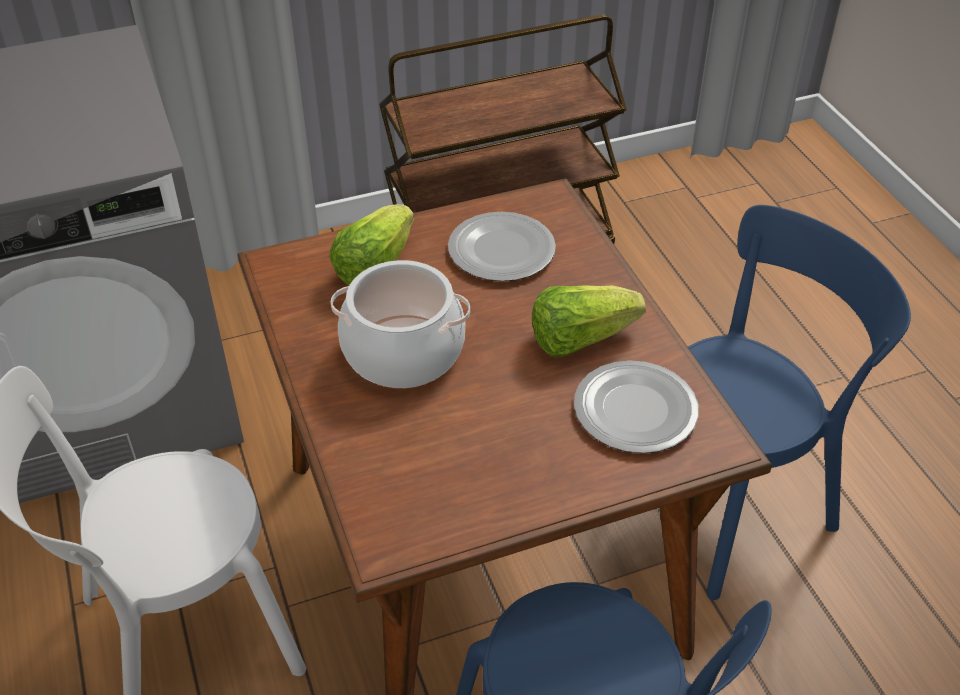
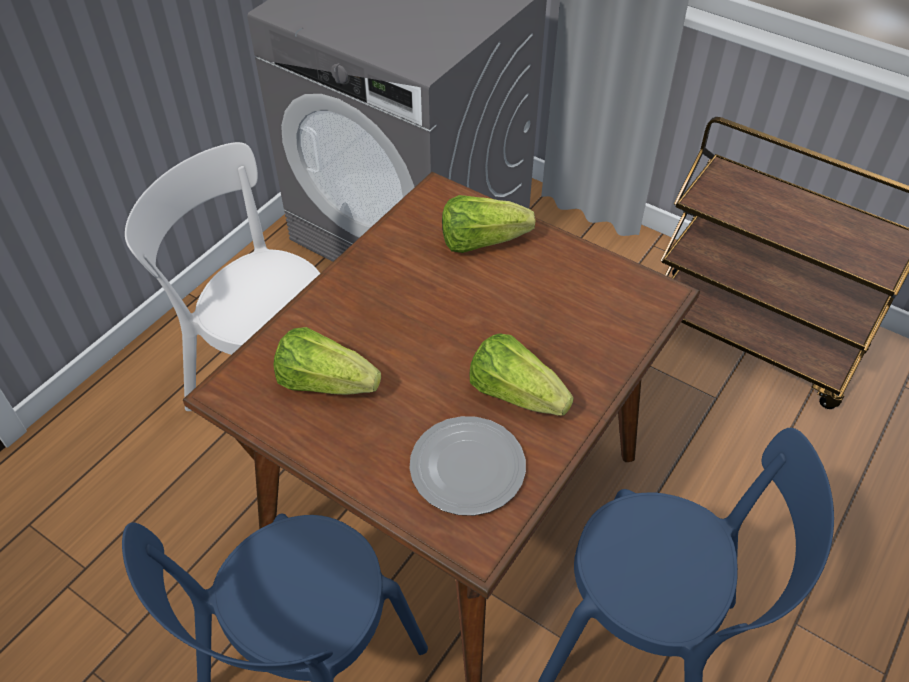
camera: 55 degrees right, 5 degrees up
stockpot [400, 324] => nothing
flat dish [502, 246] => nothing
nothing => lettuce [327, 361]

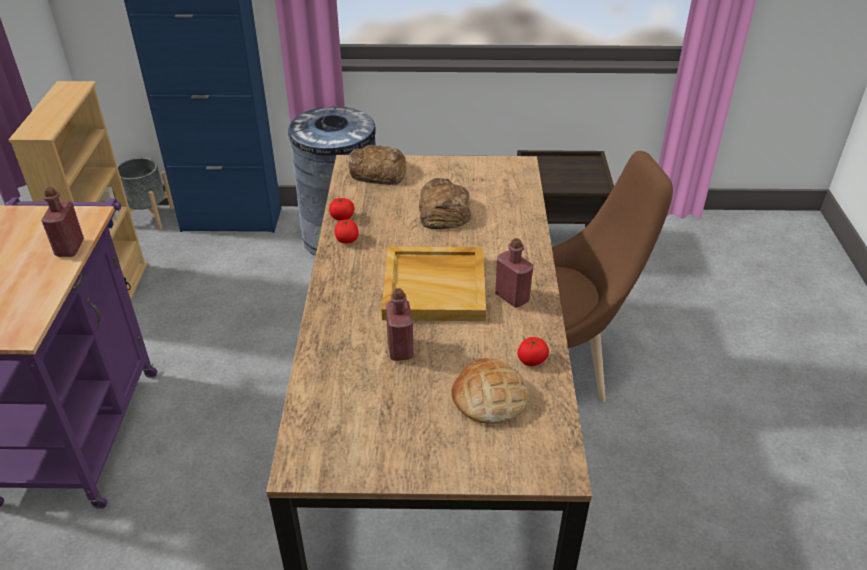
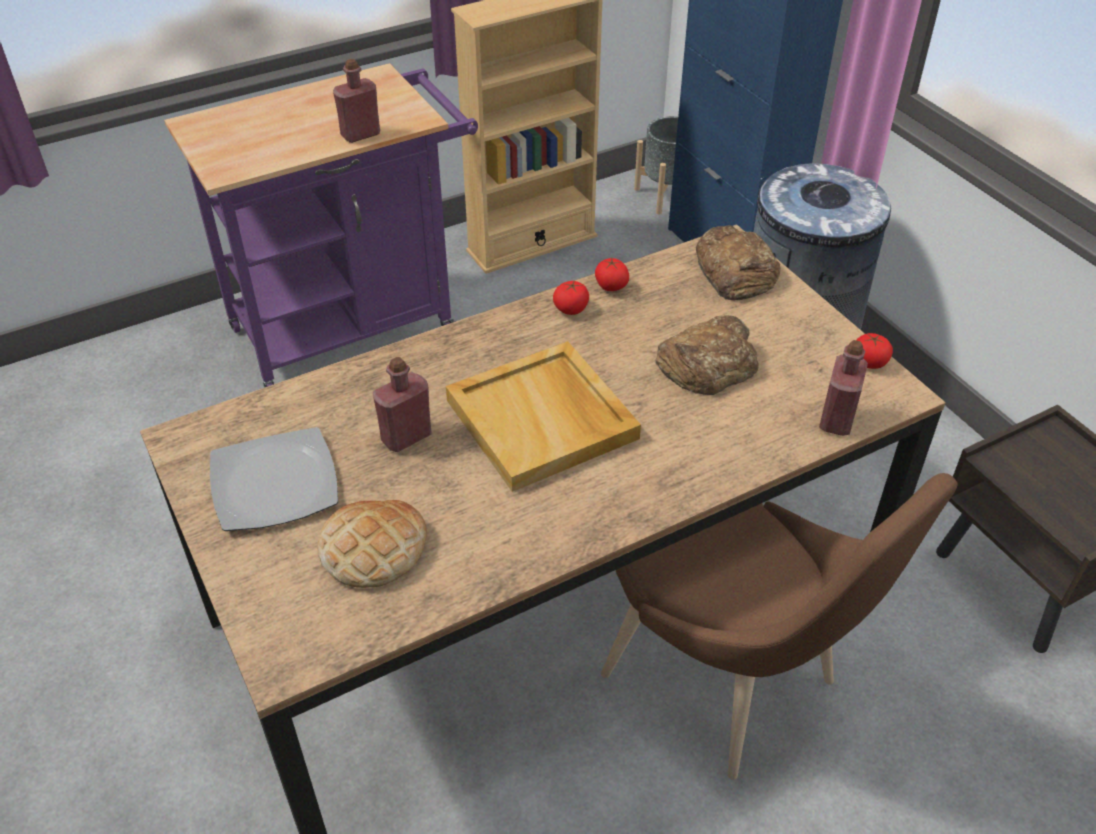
camera: 60 degrees right, 5 degrees up
bottle (red) [514, 273] => bottle (red) [843, 388], moved
fresh tomato [533, 351] => fresh tomato [875, 351], moved
nothing => flat dish [274, 479]

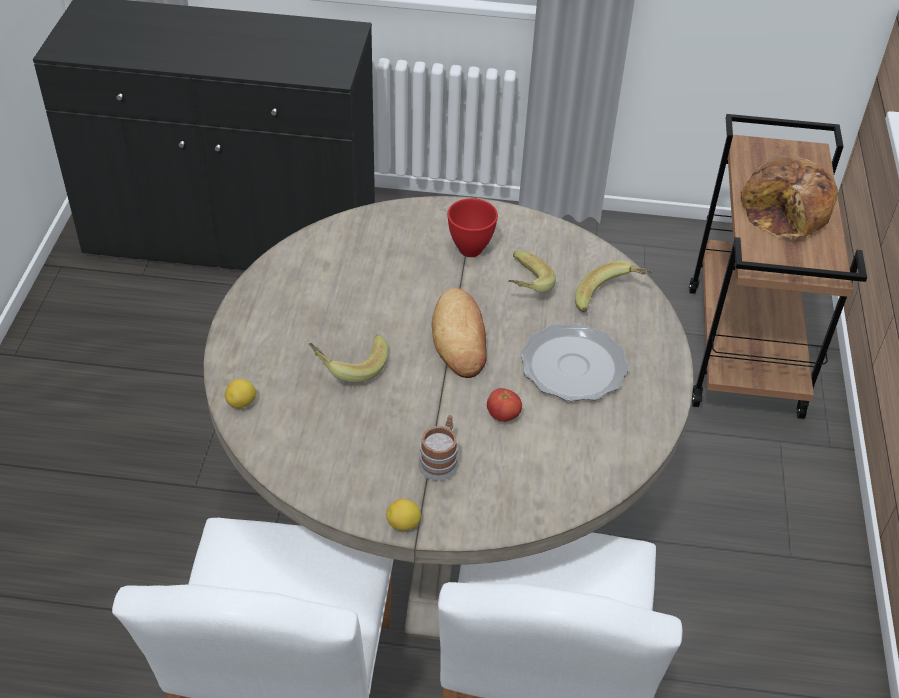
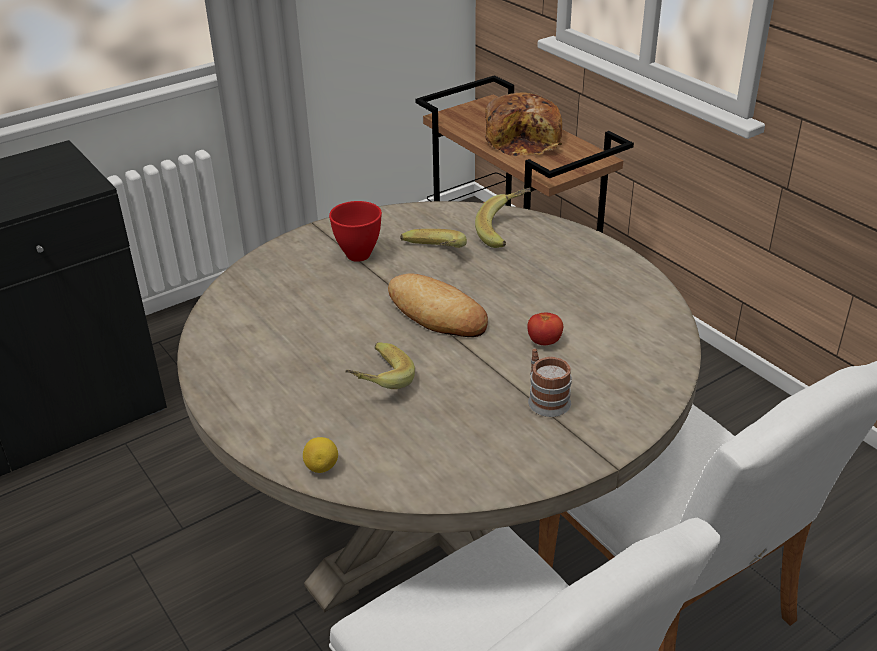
camera: 40 degrees left, 10 degrees down
whole lemon [403, 515] => nothing
flat dish [574, 362] => nothing

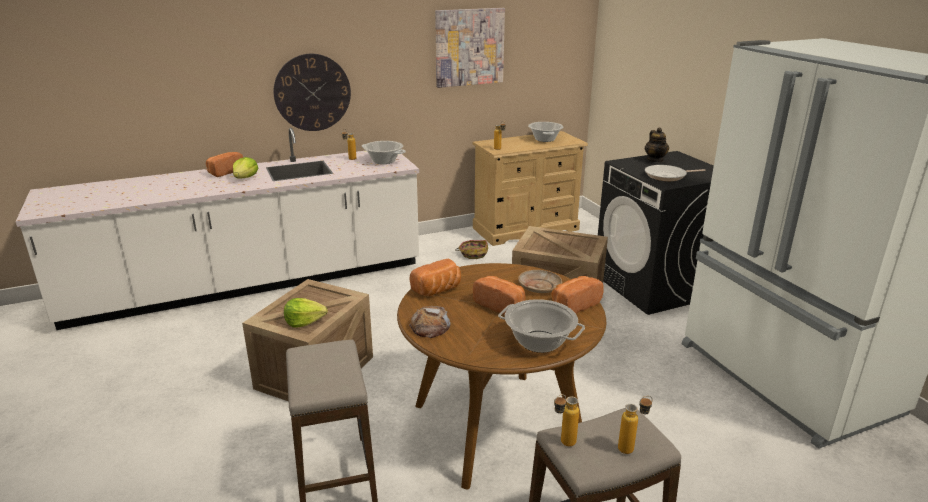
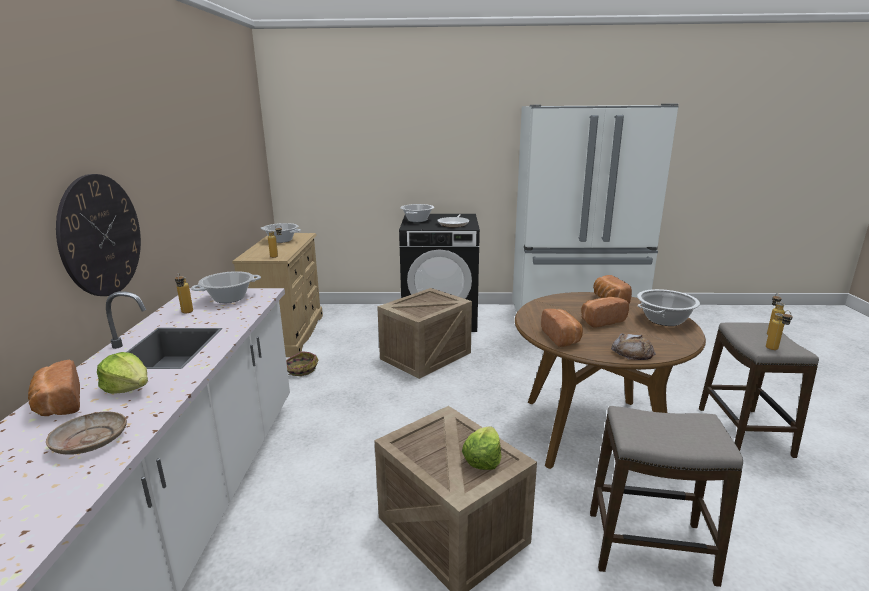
camera: 65 degrees left, 5 degrees down
picture [470, 48] => nothing
flat dish (beige) [540, 281] => flat dish (beige) [86, 433], moved
pot for tea [656, 145] => stockpot [417, 213]

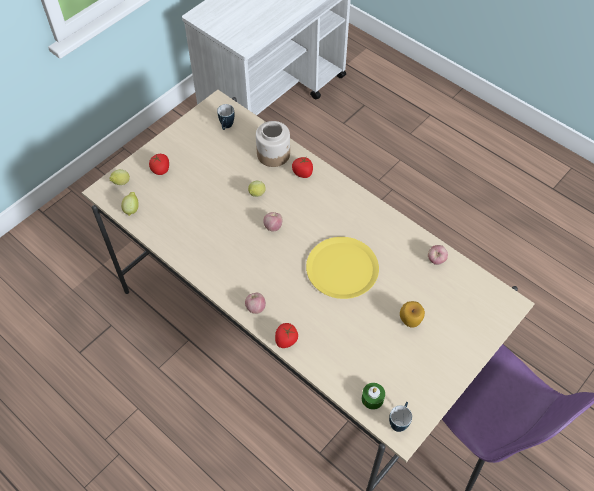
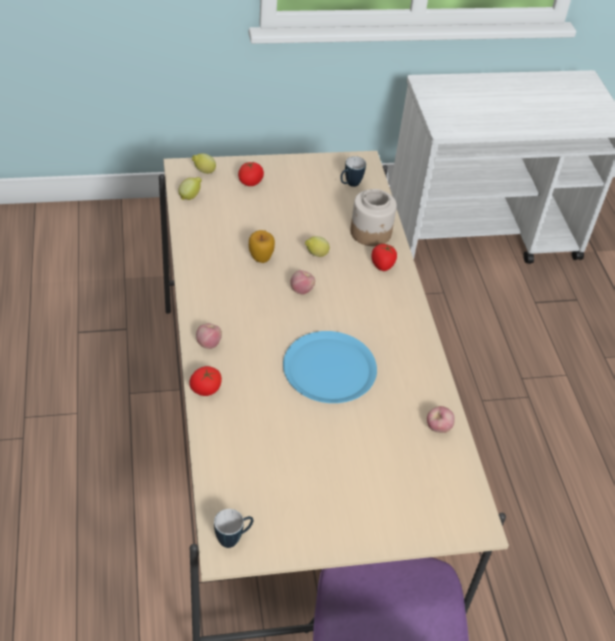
camera: 35 degrees right, 10 degrees down
flat dish (yellowish) [342, 268] => flat dish (blue-coloured) [330, 367]
wax candle (green) [373, 396] => nothing
apple [412, 314] => apple [262, 246], moved

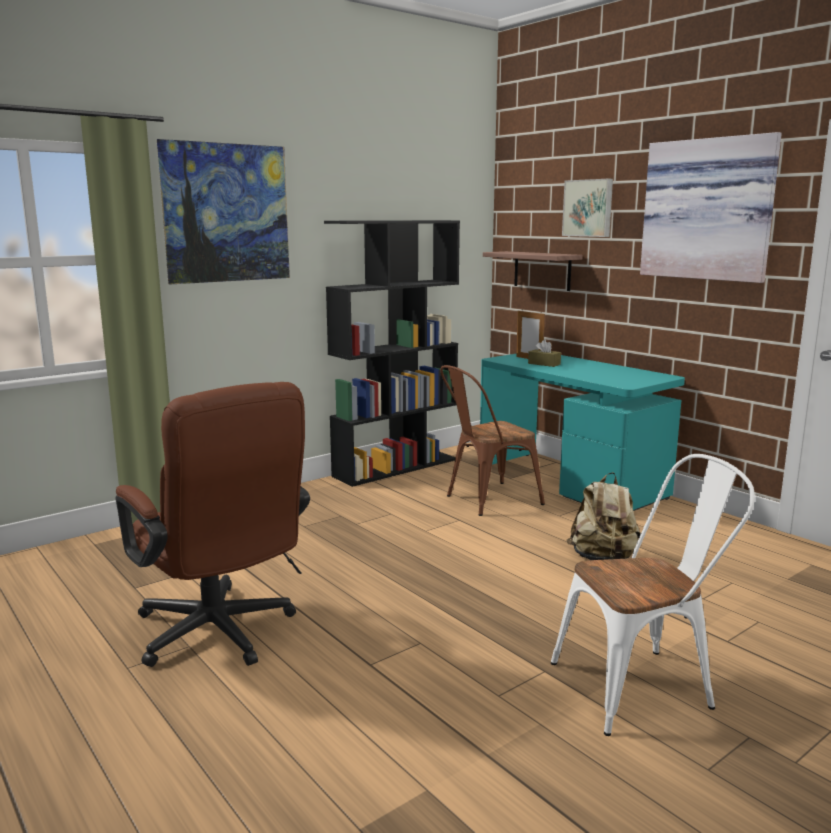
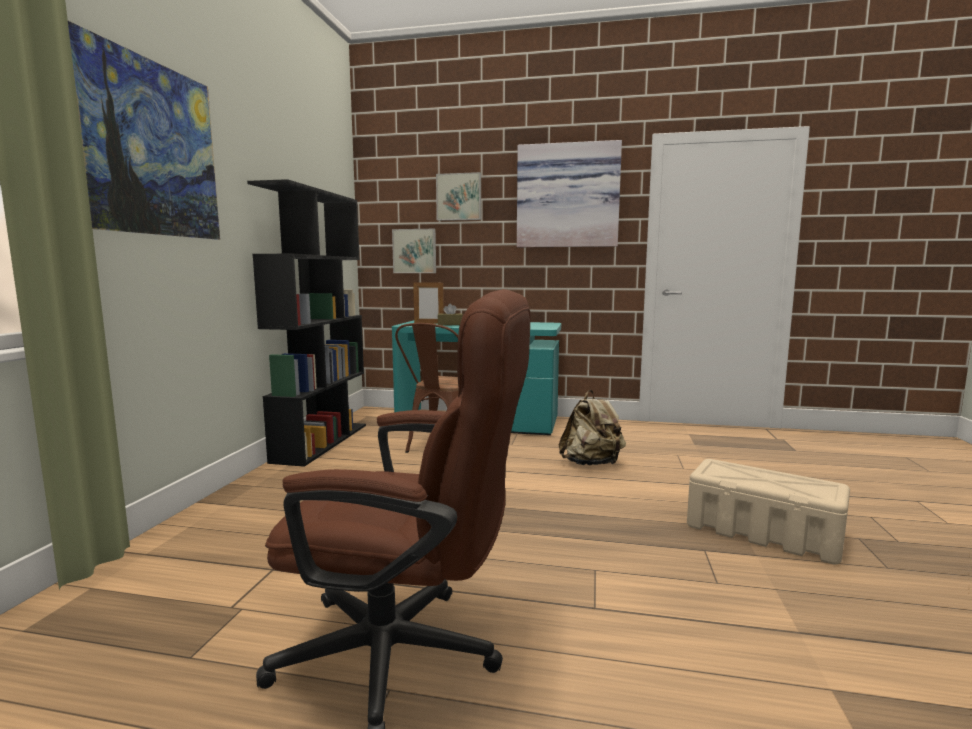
camera: 40 degrees left, 5 degrees down
shelf [533, 271] => picture [414, 251]
upright chair (white) [653, 595] => storage box (beige) [768, 511]

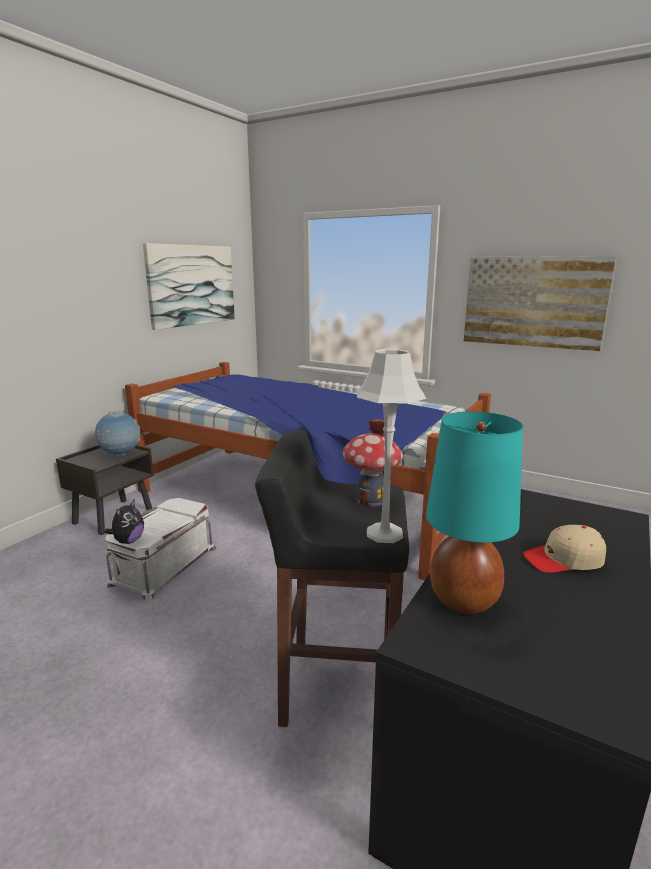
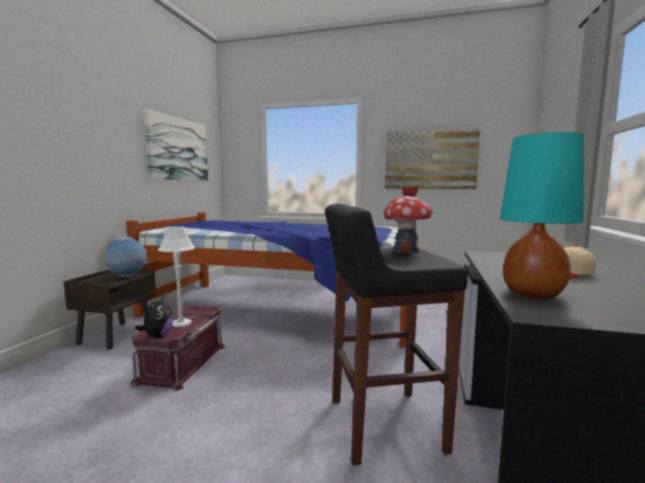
camera: 15 degrees left, 10 degrees down
storage box (white) [160, 549] => storage box (red) [178, 348]
table lamp (white) [391, 446] => table lamp (white) [176, 277], moved

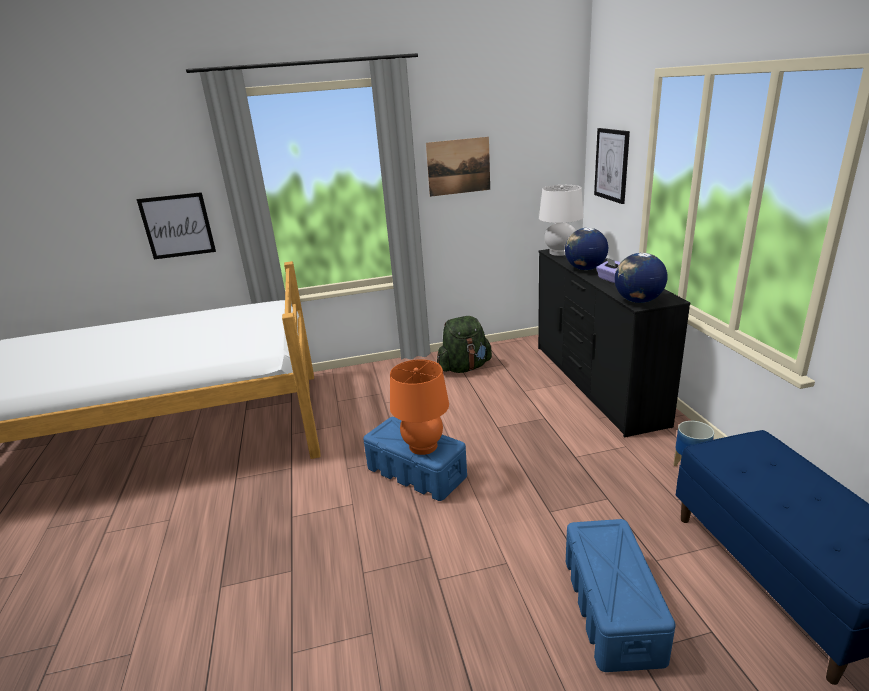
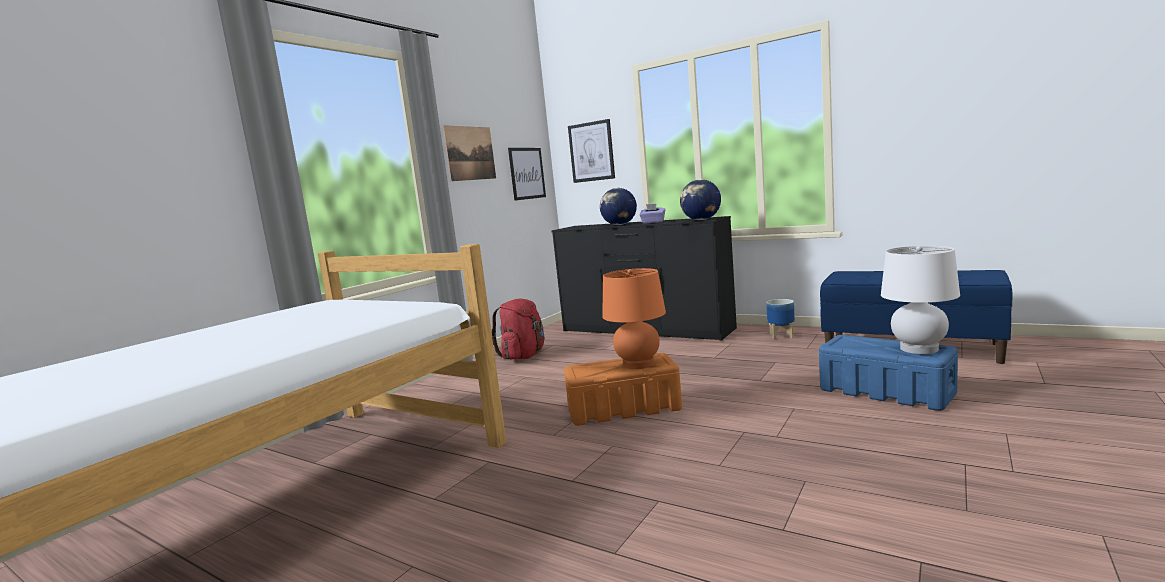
camera: 45 degrees left, 15 degrees down
picture [176, 225] => picture [527, 174], moved
storage box (blue-coloured) [415, 459] => storage box (orange-coloured) [623, 389]
backpack (green) [464, 344] => backpack (red) [518, 329]
table lamp (white) [561, 220] => table lamp (white) [920, 300], moved

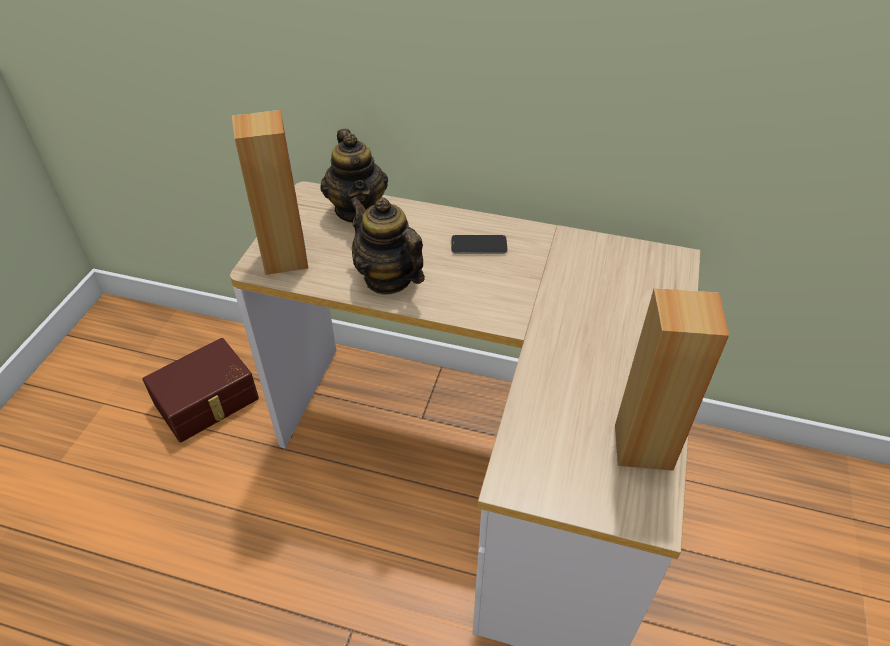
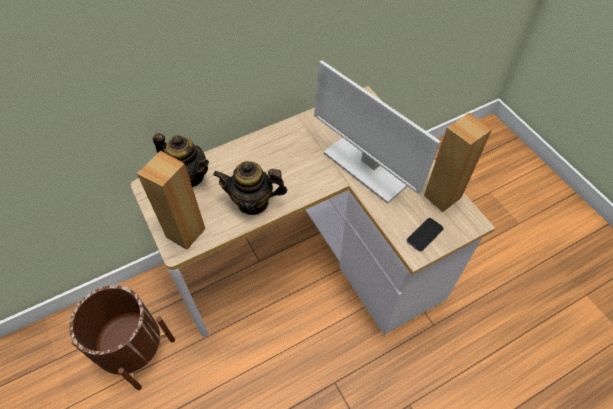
camera: 45 degrees left, 10 degrees up
storage box (brownish) [200, 390] => plant pot (brownish) [122, 337]
handset [479, 244] => handset [425, 235], moved
nothing => monitor [377, 132]

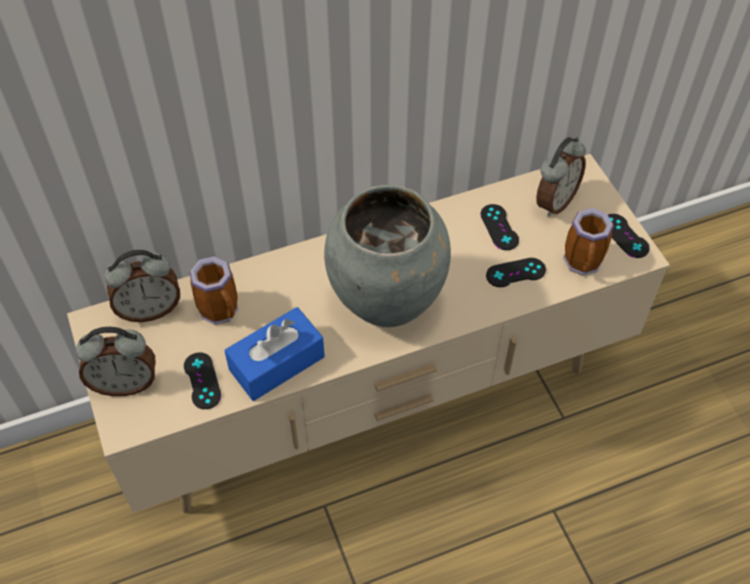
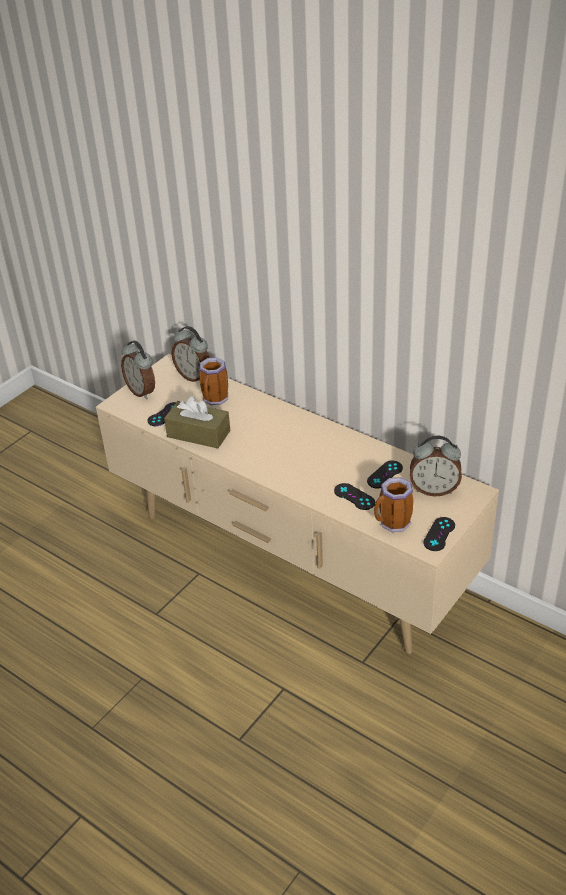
camera: 60 degrees right, 15 degrees down
box of tissues (blue-coloured) [274, 354] => box of tissues (brownish) [197, 422]
vase (gray) [387, 256] => nothing

